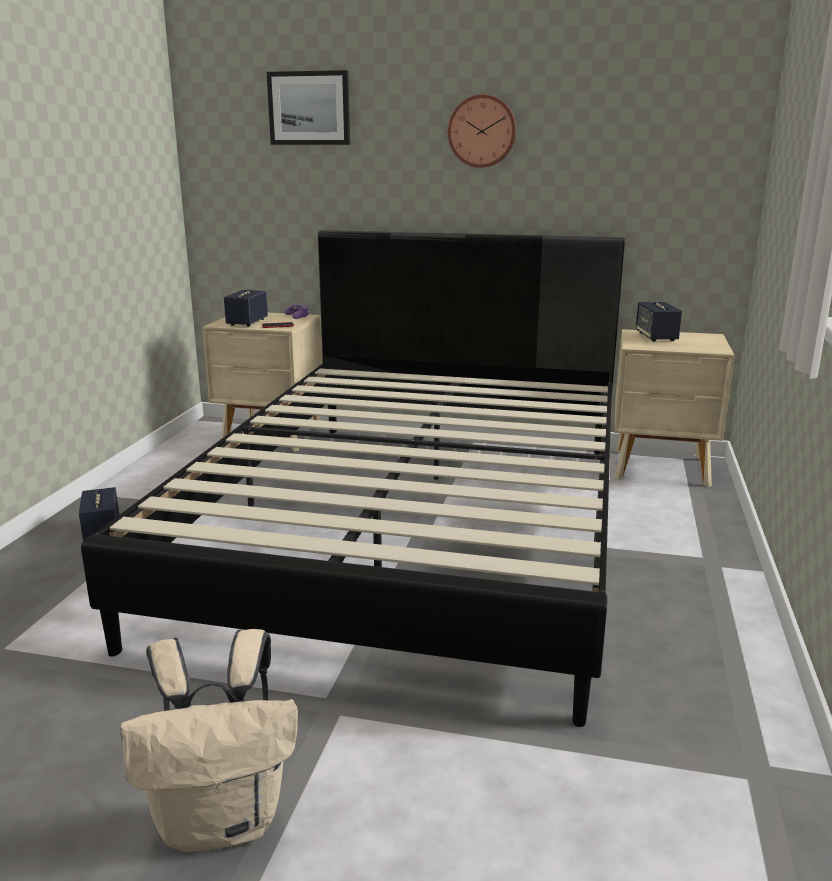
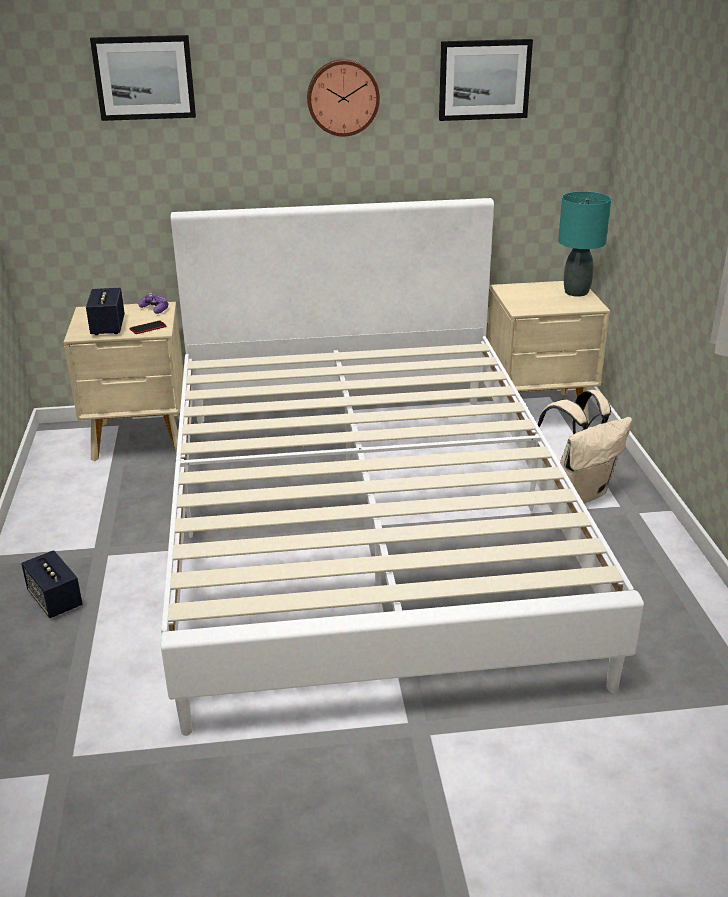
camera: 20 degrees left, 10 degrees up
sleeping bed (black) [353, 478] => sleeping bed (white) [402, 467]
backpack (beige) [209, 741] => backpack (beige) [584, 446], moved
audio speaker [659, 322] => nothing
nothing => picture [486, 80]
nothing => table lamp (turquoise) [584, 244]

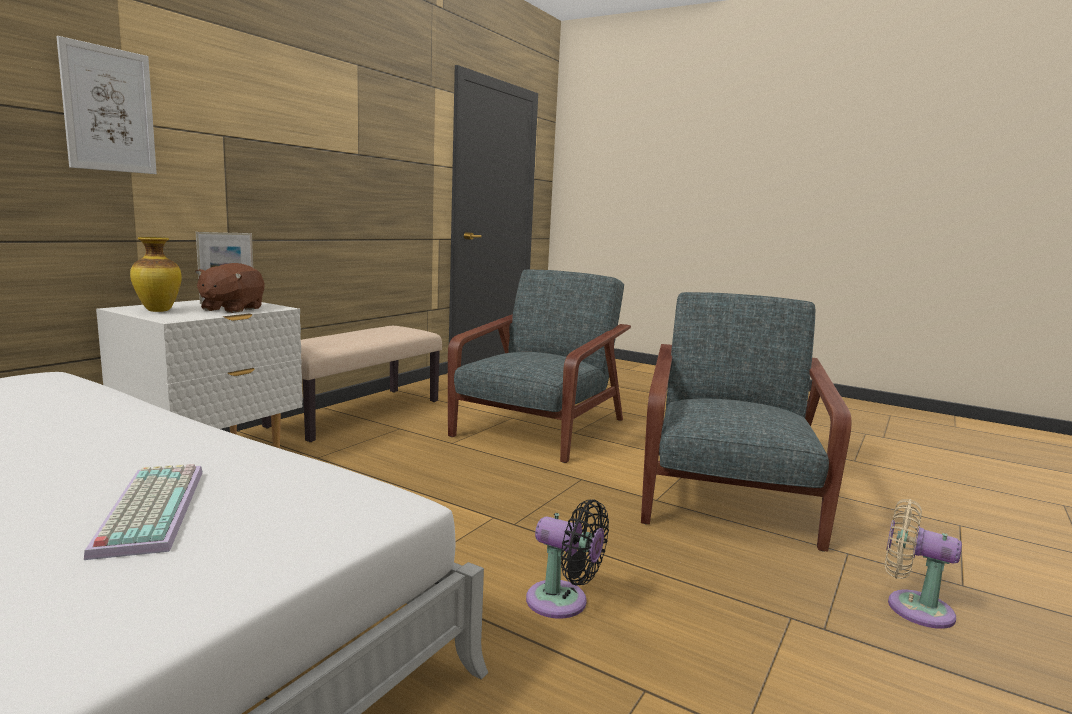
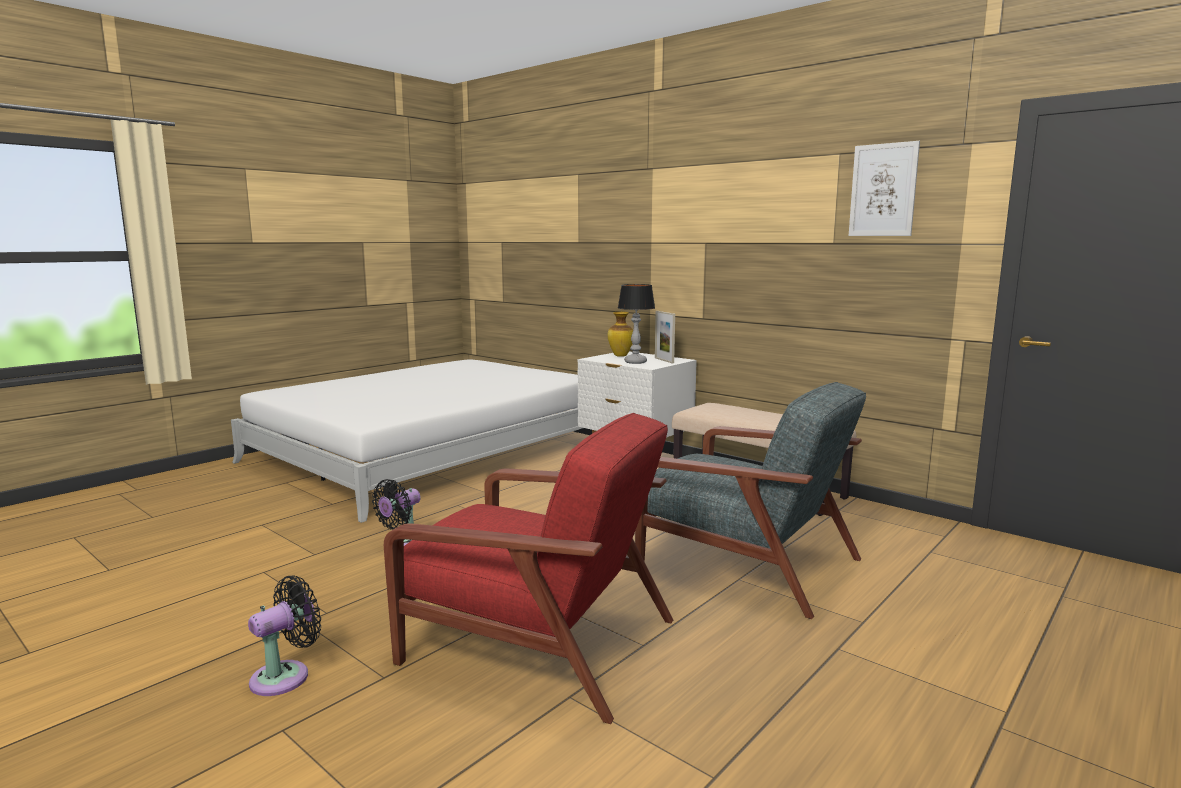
camera: 100 degrees right, 0 degrees up
picture [106, 105] => picture [884, 188], moved
keyboard [143, 512] => nothing
soft toy (brownish) [229, 288] => table lamp [636, 324]
lounge chair (gray) [746, 422] => lounge chair (red) [528, 568]
cooling fan (beige) [923, 564] => cooling fan (black) [284, 635]

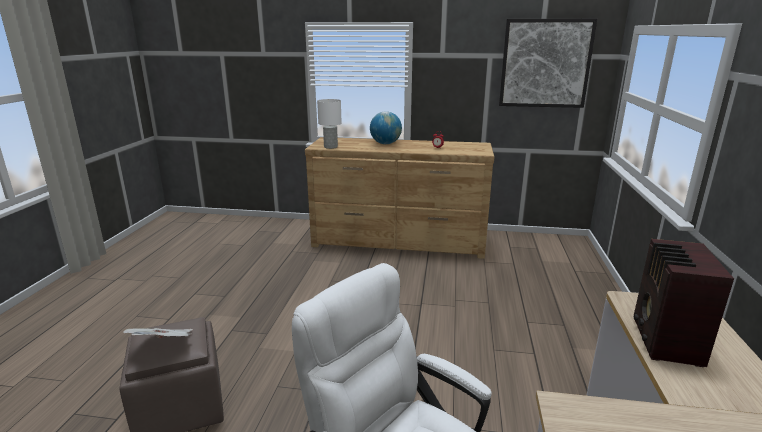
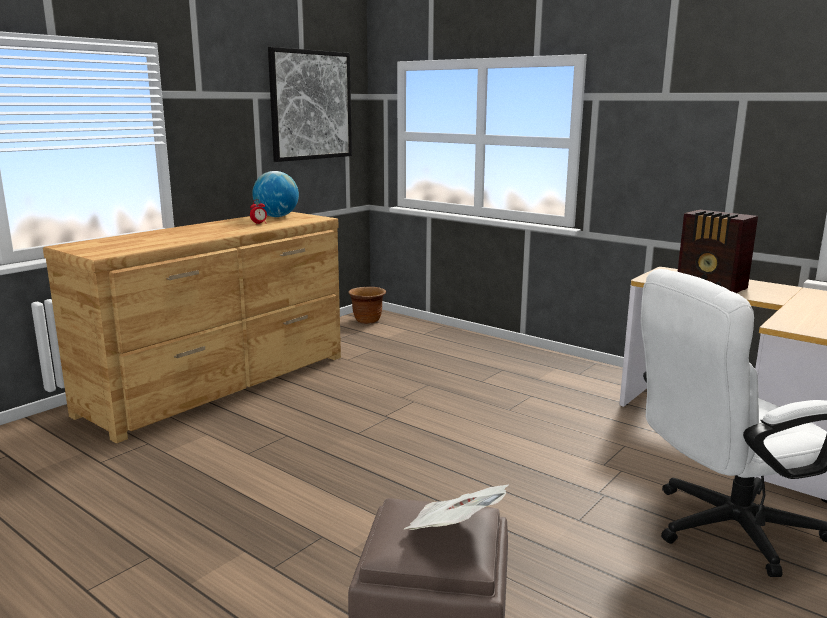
camera: 60 degrees left, 5 degrees down
table lamp (white) [329, 124] => nothing
desk globe [386, 127] => desk globe [275, 194], moved
nothing => plant pot (brownish) [367, 305]

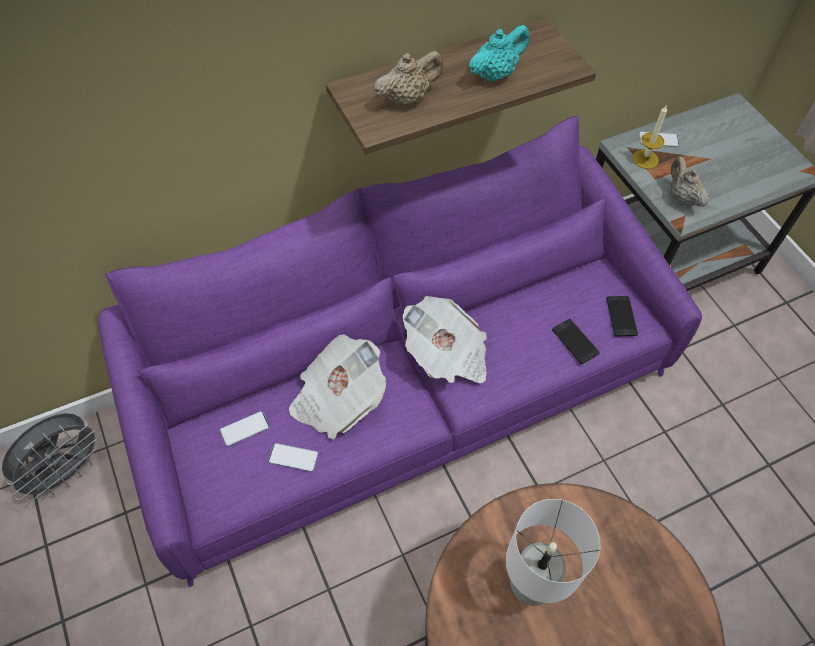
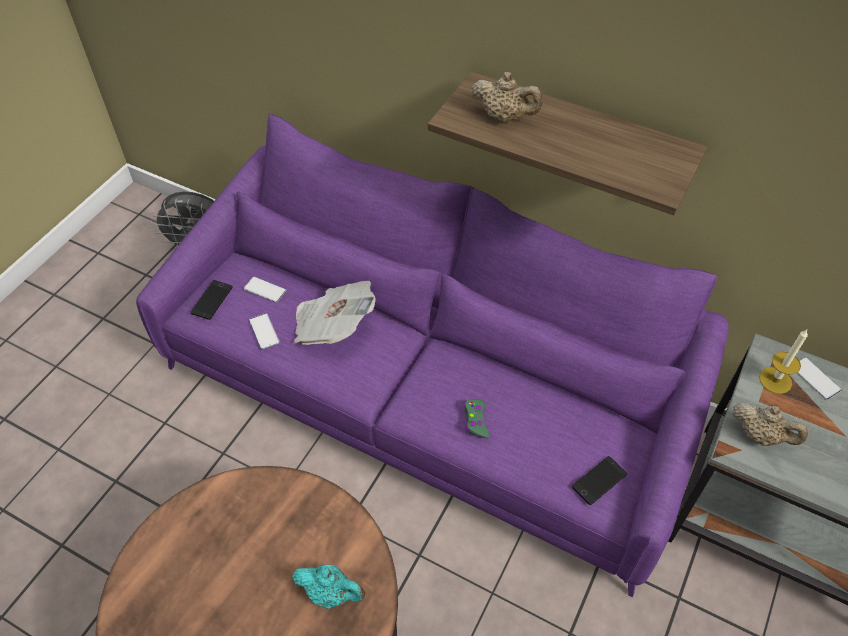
camera: 55 degrees right, 5 degrees down
newspaper [445, 339] => nothing
pot for tea (turquoise) [499, 53] => pot for tea (turquoise) [329, 586], moved
table lamp (white) [553, 552] => nothing
handset [576, 341] => handset [212, 300], moved
pot for tea (beige) [690, 182] => pot for tea (beige) [770, 424], 90 degrees clockwise
nothing => joypad (green) [477, 418]

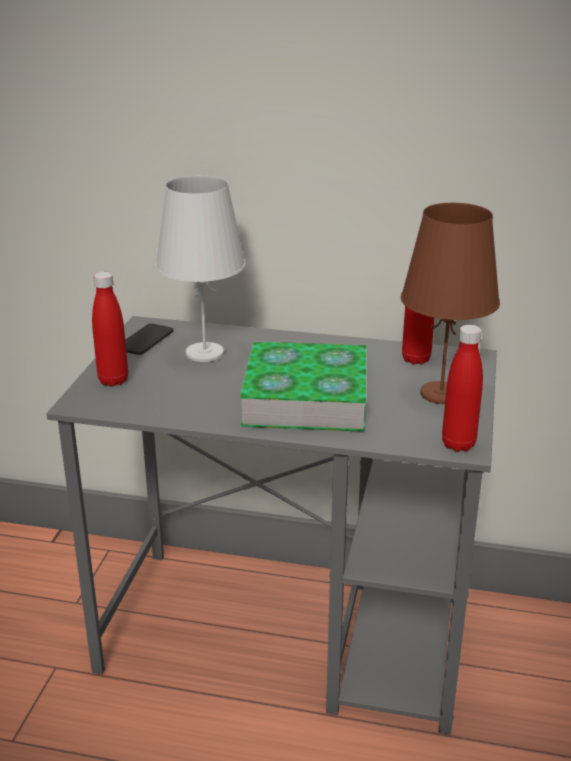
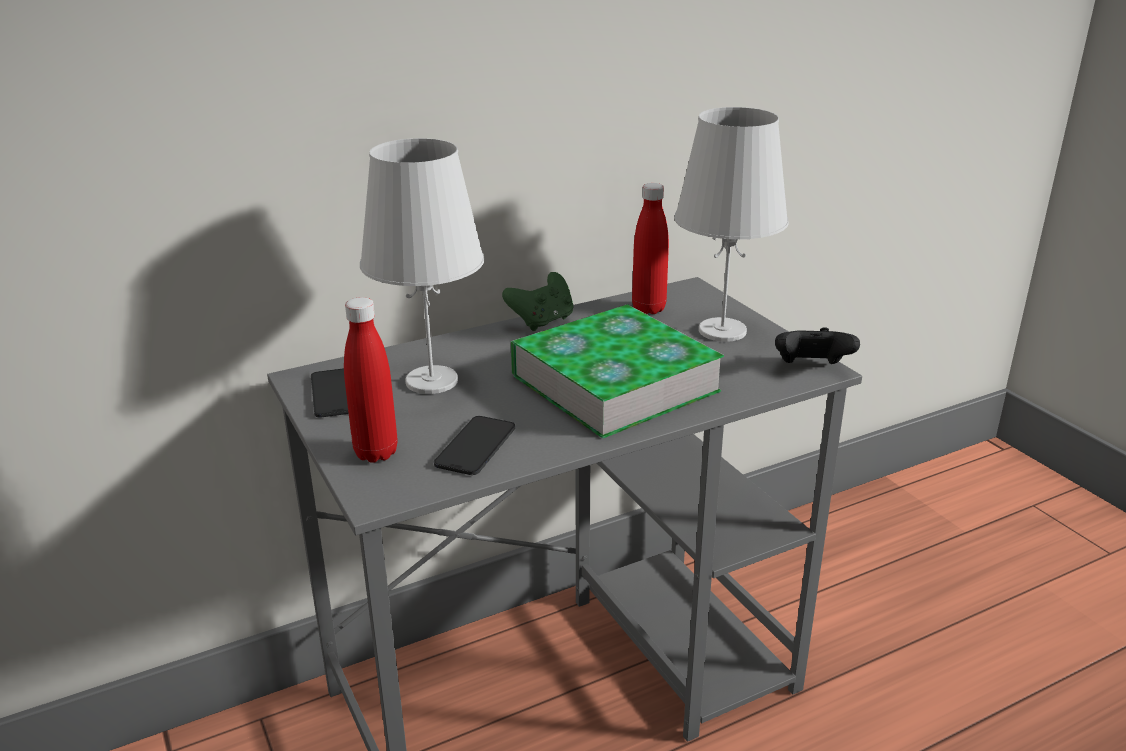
camera: 40 degrees left, 0 degrees up
table lamp (brownish) [450, 303] => table lamp (white) [731, 224]
bottle (red) [462, 388] => joypad (black) [817, 345]
nothing => handset [474, 445]
nothing => joypad (green) [538, 301]

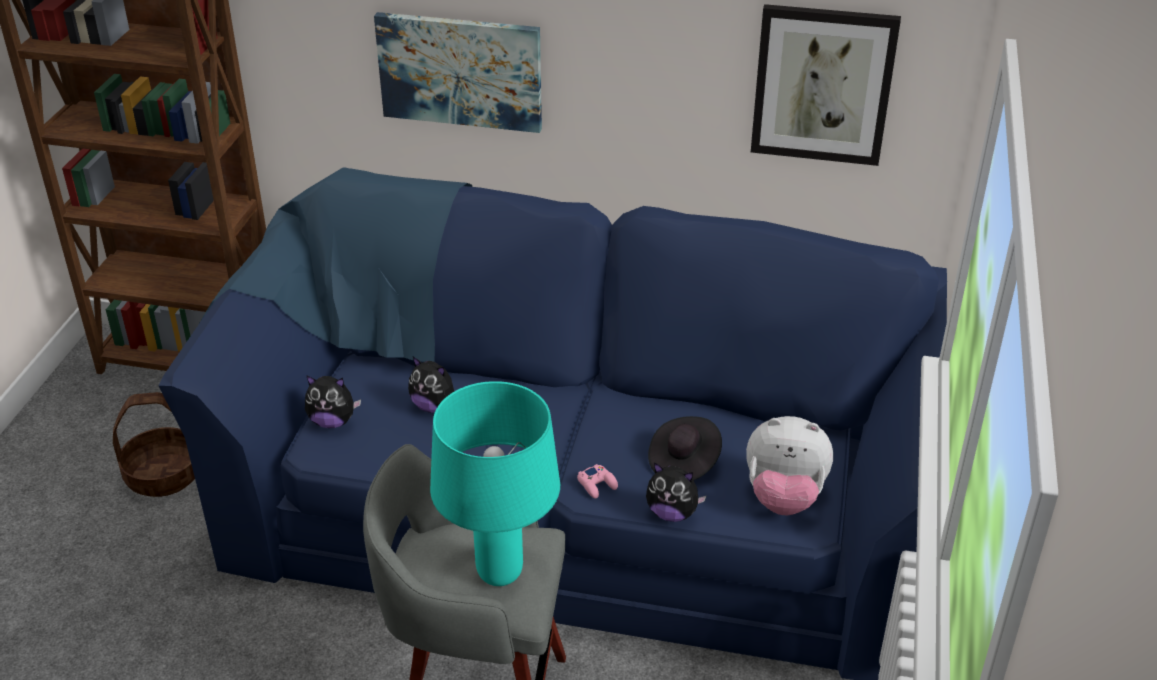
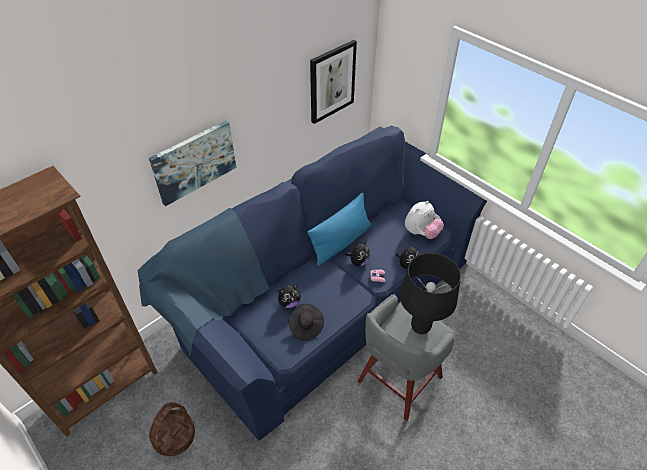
camera: 55 degrees left, 10 degrees up
soft toy [333, 401] => soft toy [357, 253], moved
table lamp (turquoise) [495, 483] => table lamp (black) [430, 293]
hat (black) [685, 448] => hat (black) [306, 322], moved
nothing => throw pillow (blue-coloured) [339, 229]

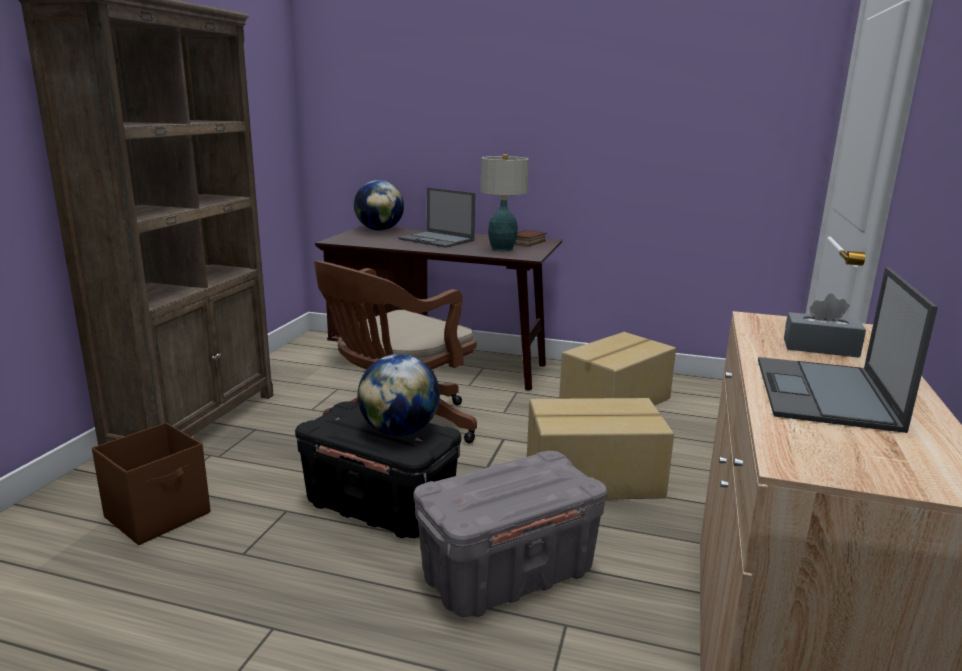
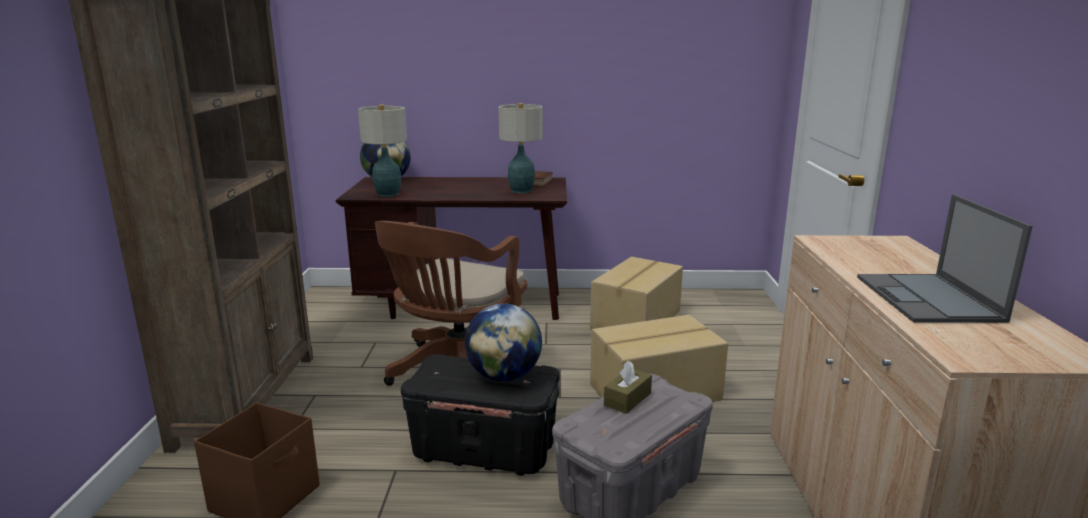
camera: 15 degrees left, 0 degrees up
notebook computer [437, 217] => nothing
box of tissues (gray) [825, 325] => nothing
nothing => table lamp [382, 151]
nothing => box of tissues (brownish) [628, 387]

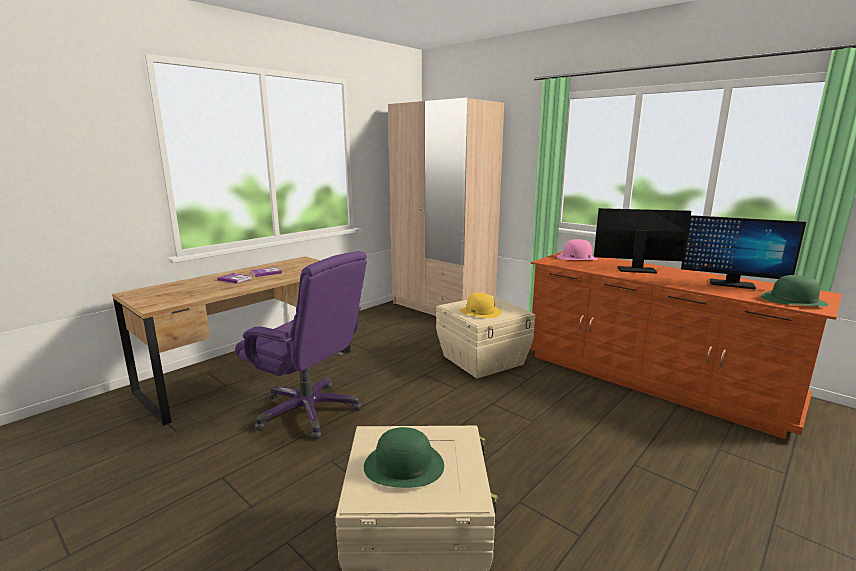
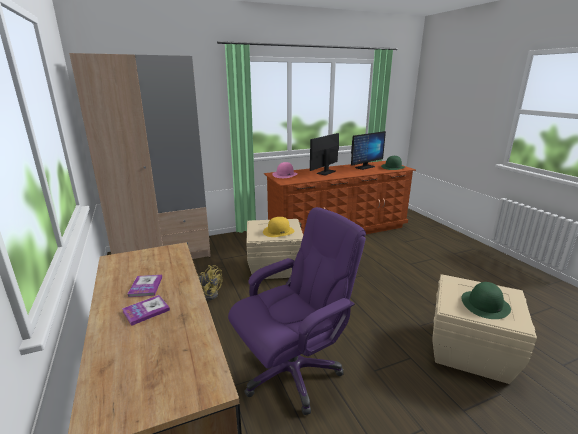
camera: 65 degrees left, 5 degrees up
nothing => cooling fan (yellowish) [210, 282]

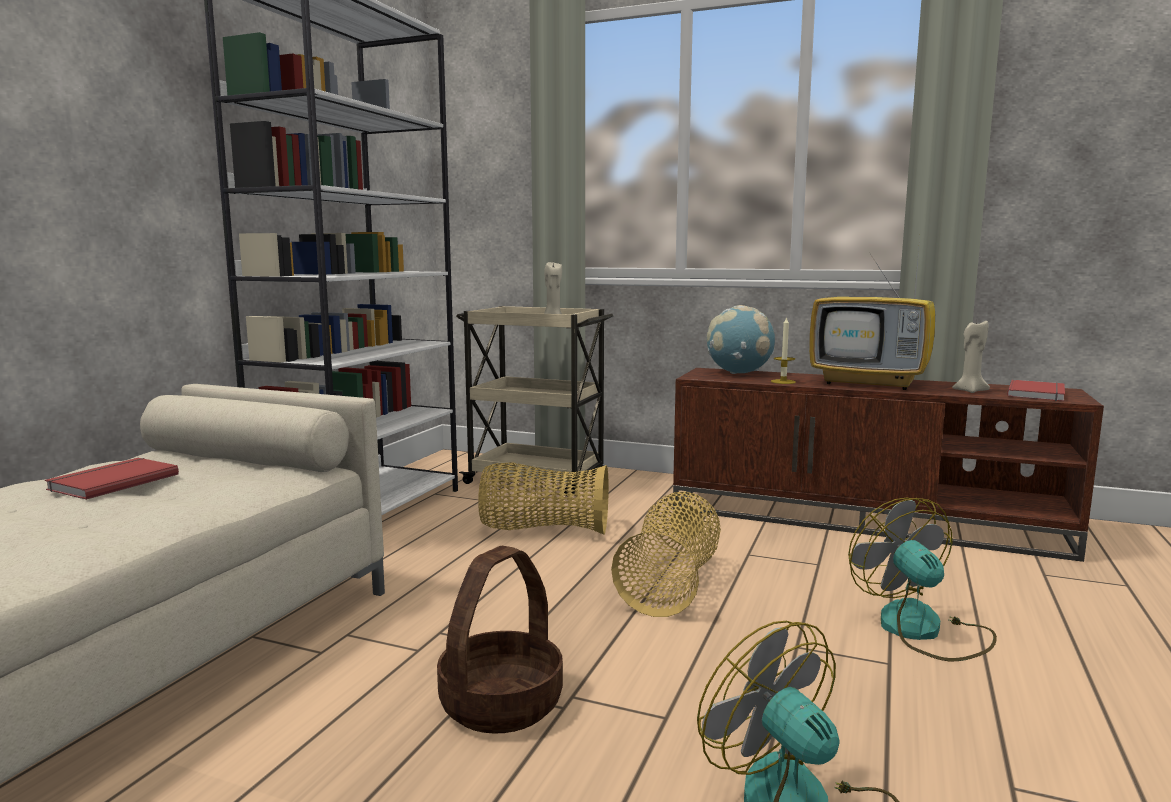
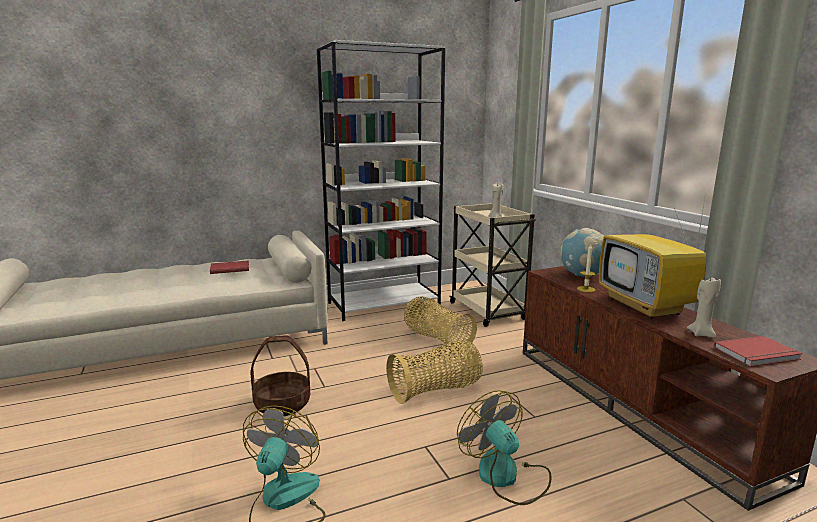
camera: 45 degrees right, 5 degrees up
cooling fan [922, 579] => cooling fan [504, 447], 60 degrees counterclockwise

